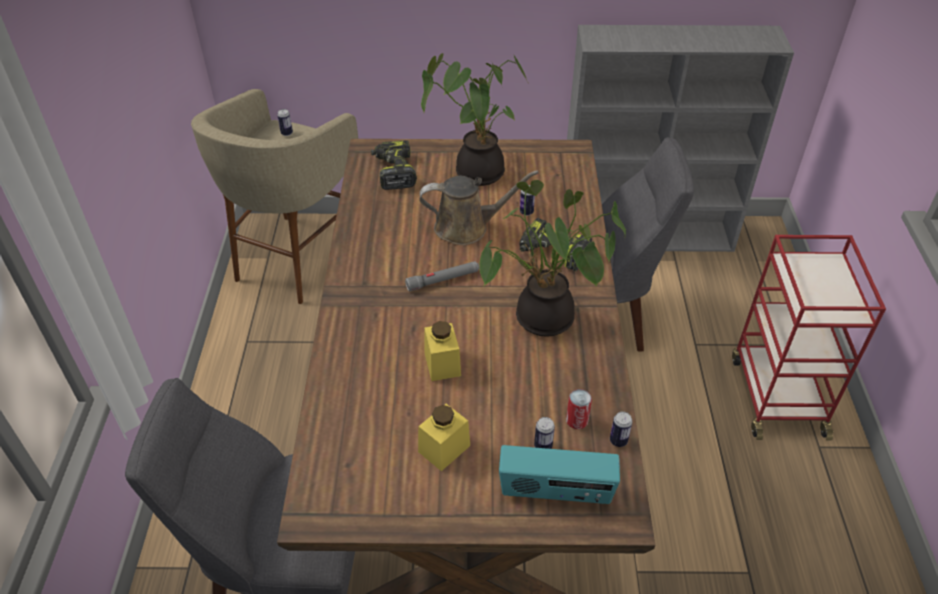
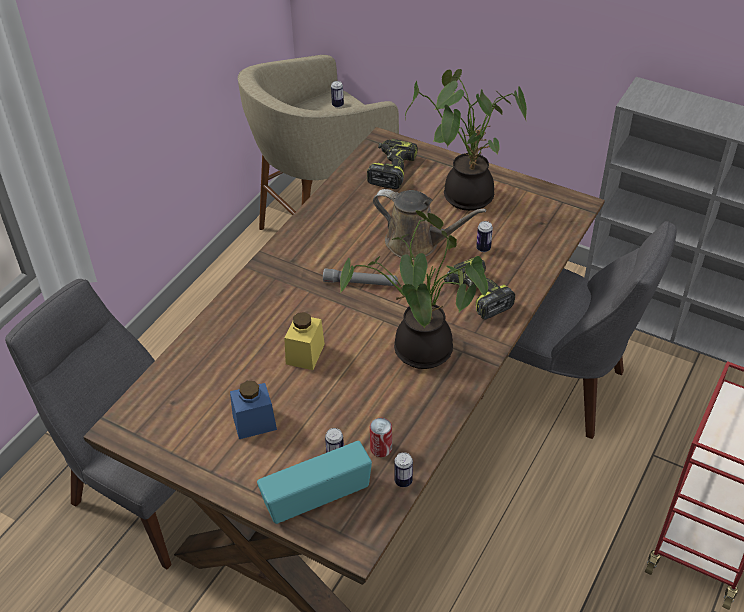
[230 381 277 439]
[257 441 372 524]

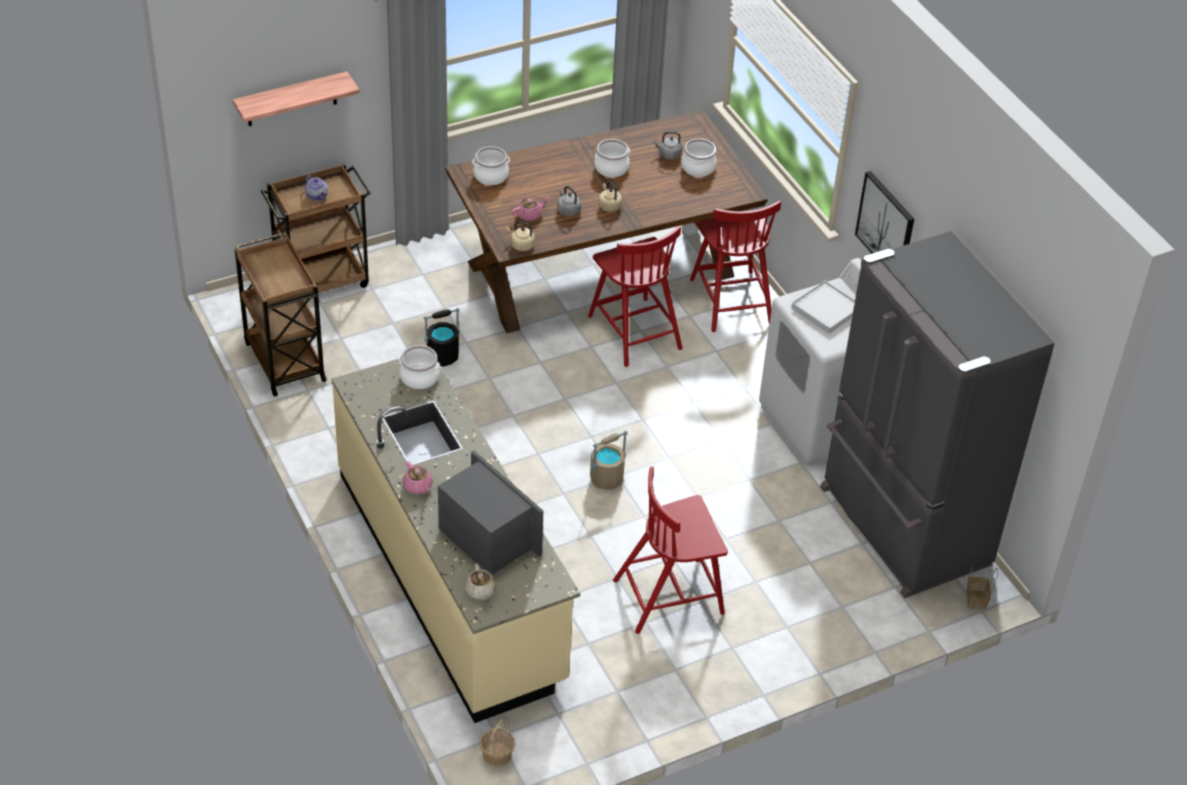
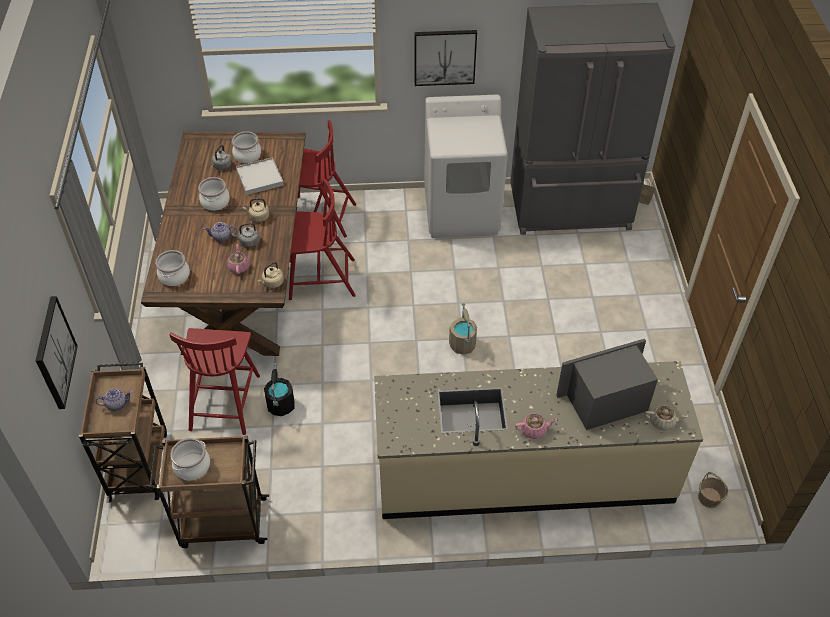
[204 222 237 242]
[170 438 210 480]
[169 328 260 435]
[236 157 284 195]
[35 296 78 409]

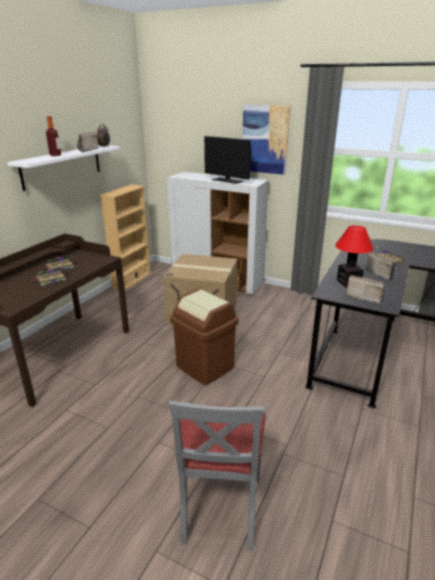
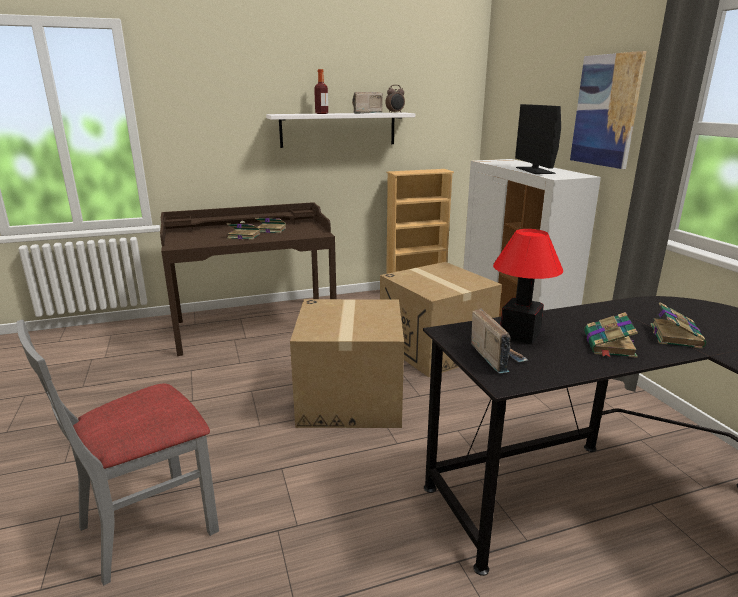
[290 299 404 428]
[584 312 638 358]

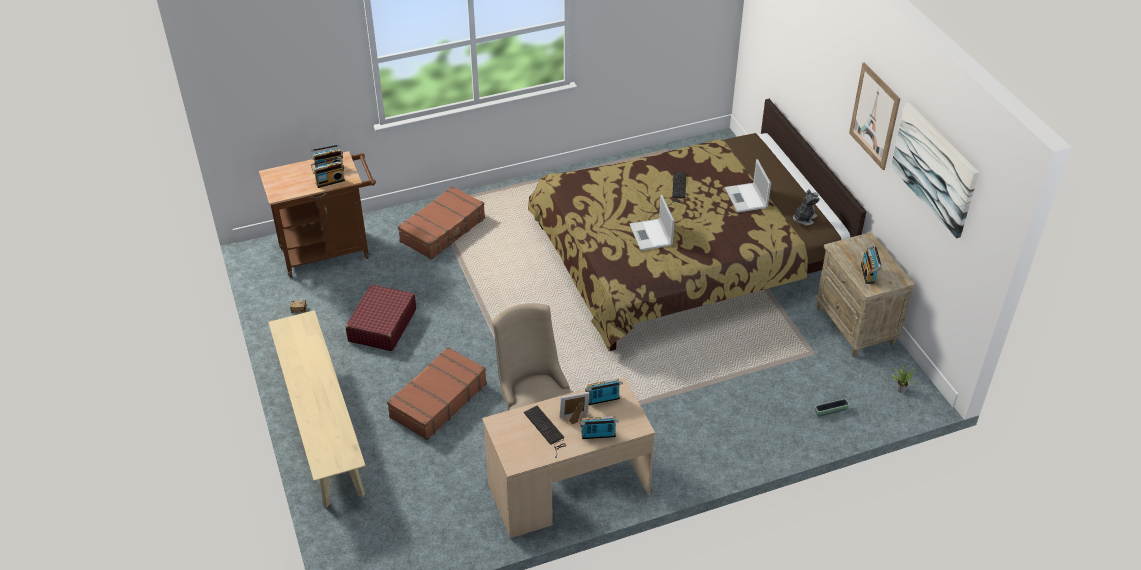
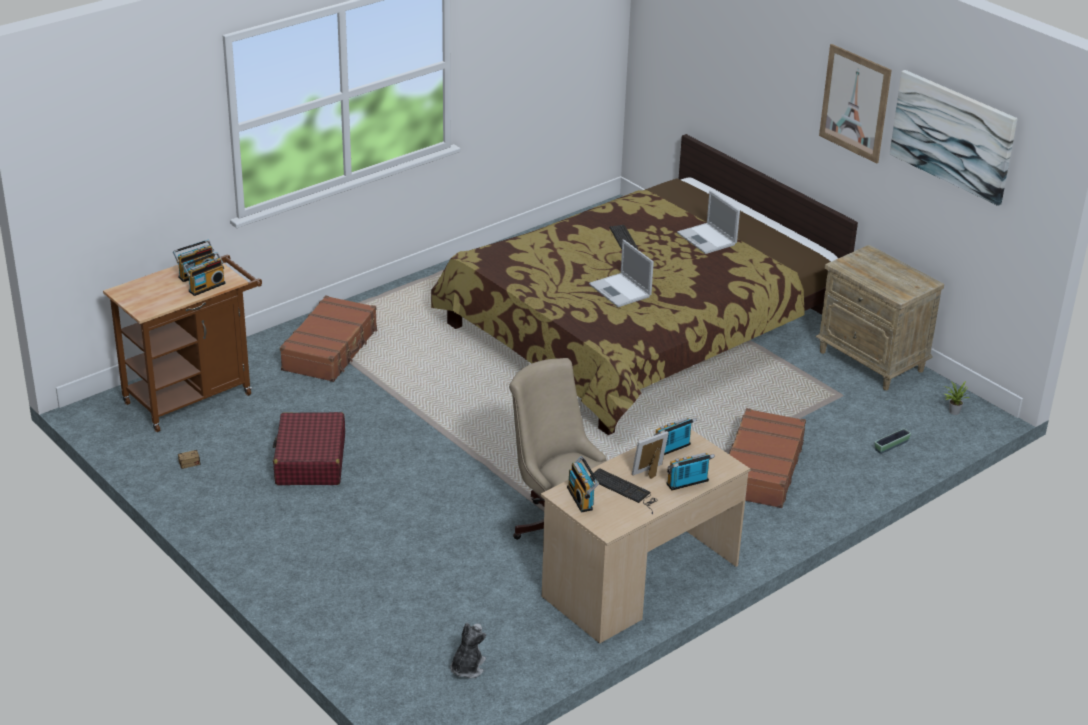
[268 310 366 507] (first image)
[729 408 806 508]
[450 623 486 679]
[567 456 599 513]

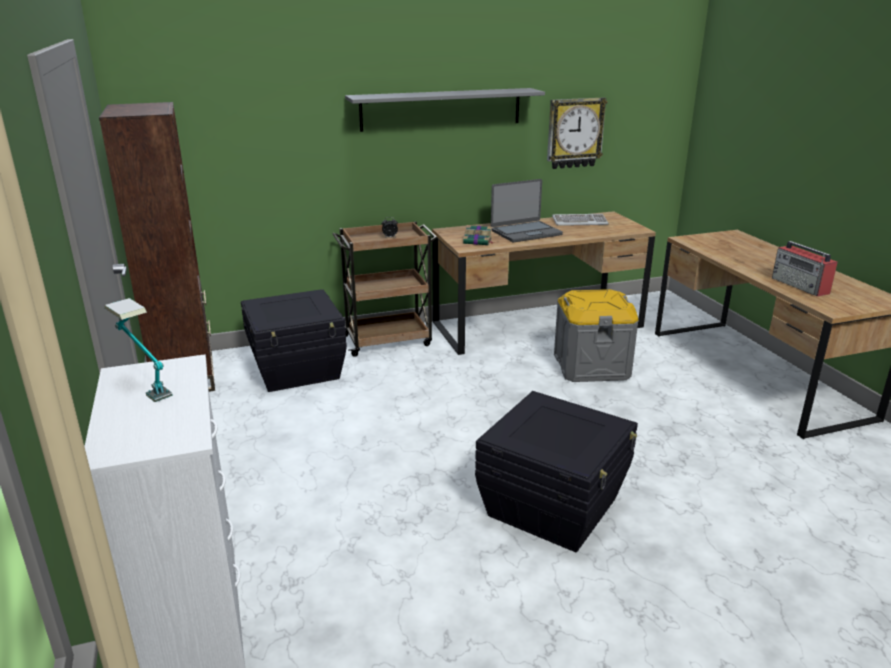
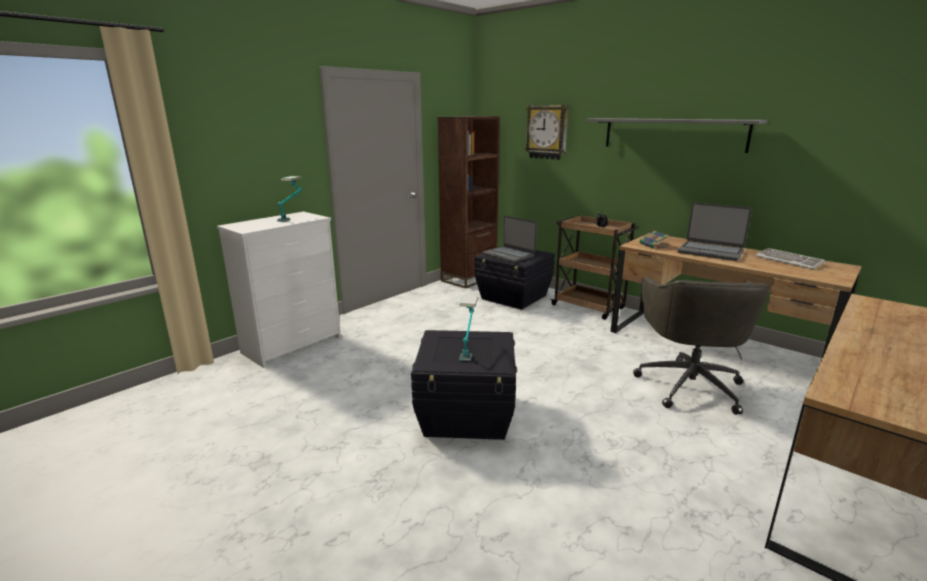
[772 241 838 297] (first image)
[459 296 478 361]
[482 216 537 263]
[525 105 569 160]
[633 277 770 415]

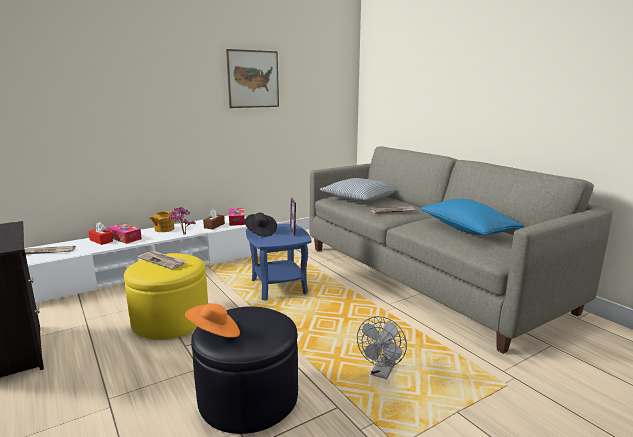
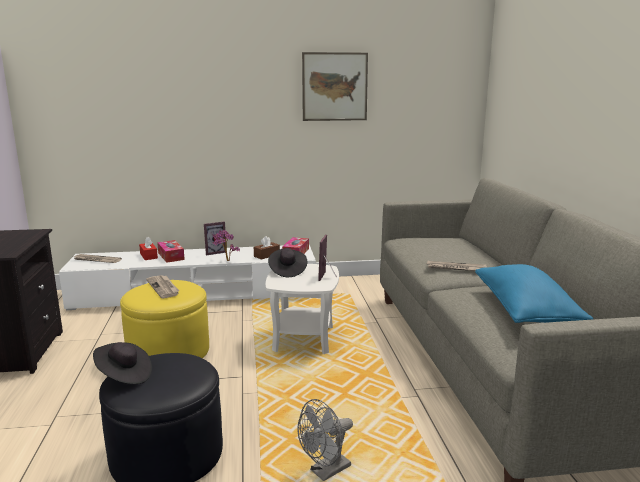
[320 178 397 203] (first image)
[204 221 226 255]
[93 342 152 384]
[266 264 339 354]

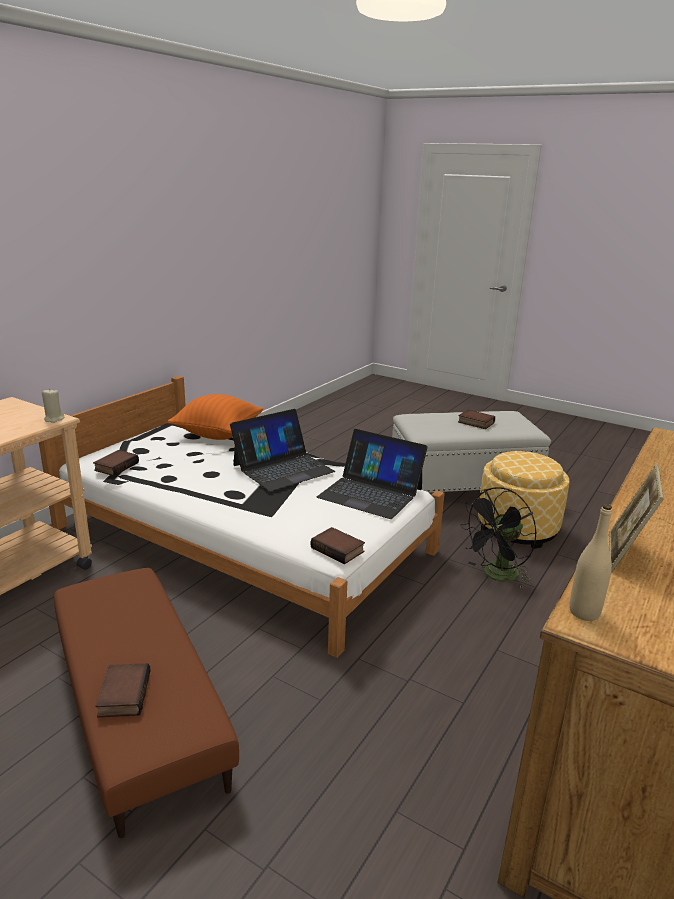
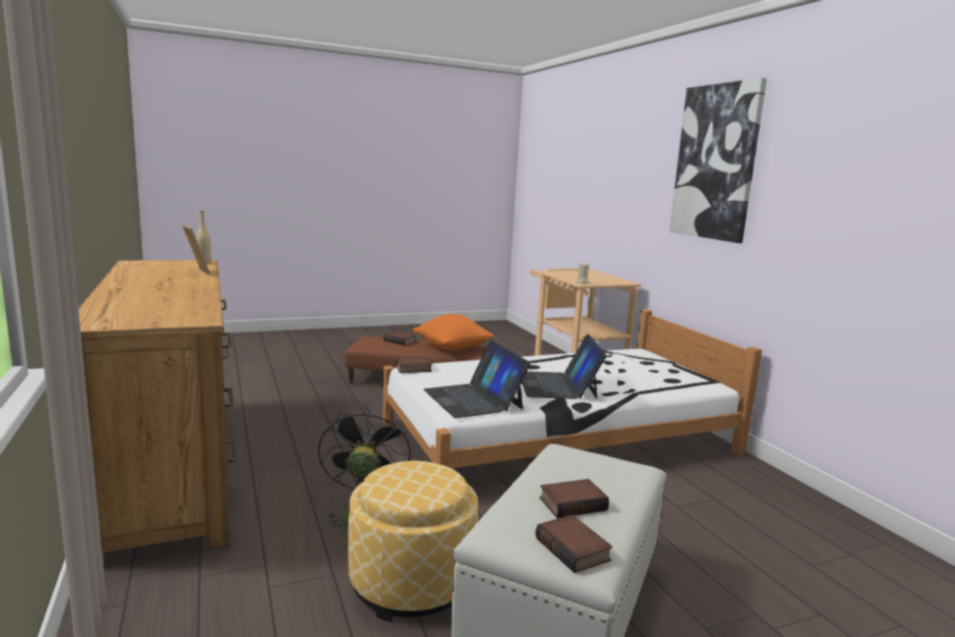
[669 78 767 243]
[535 515 613 573]
[413 314 494 350]
[423 340 530 418]

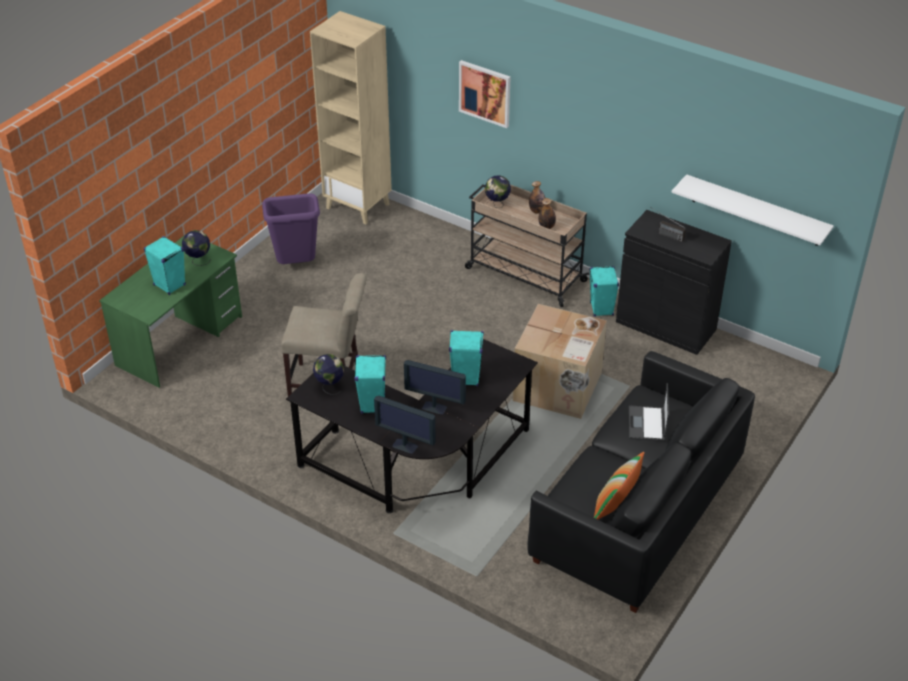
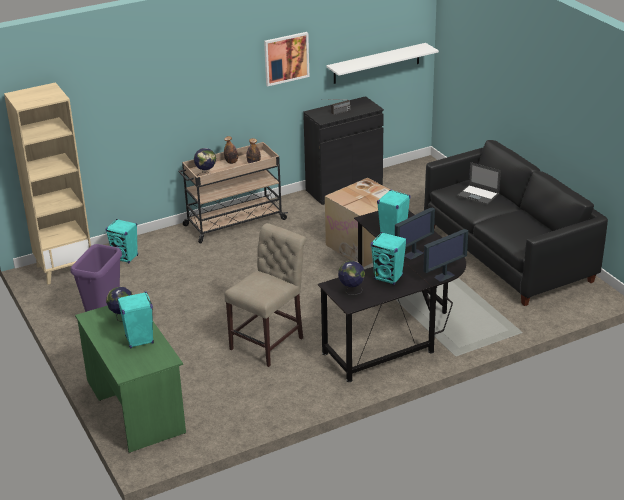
[594 452 644 520] (first image)
[264 32 309 86]
[106 219 138 263]

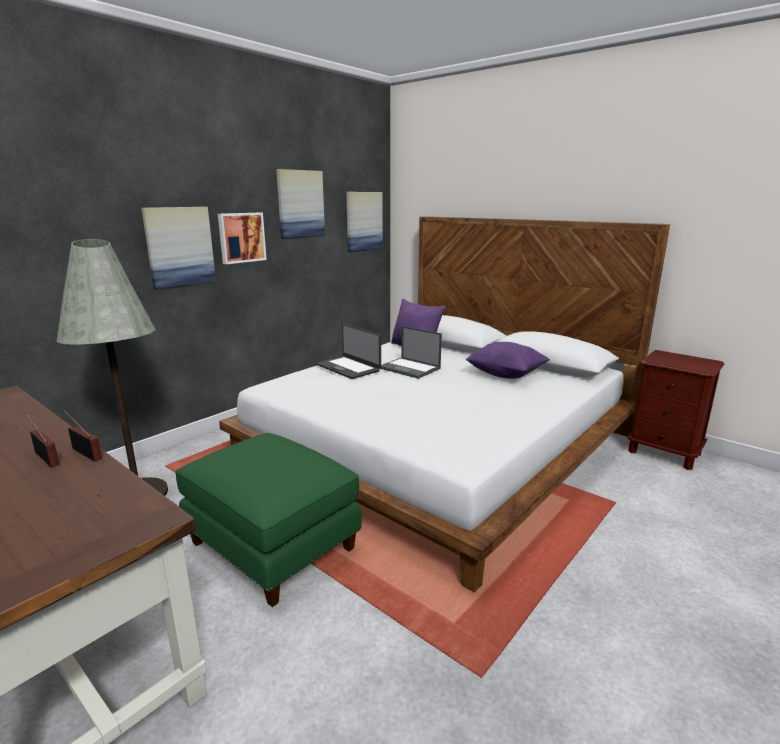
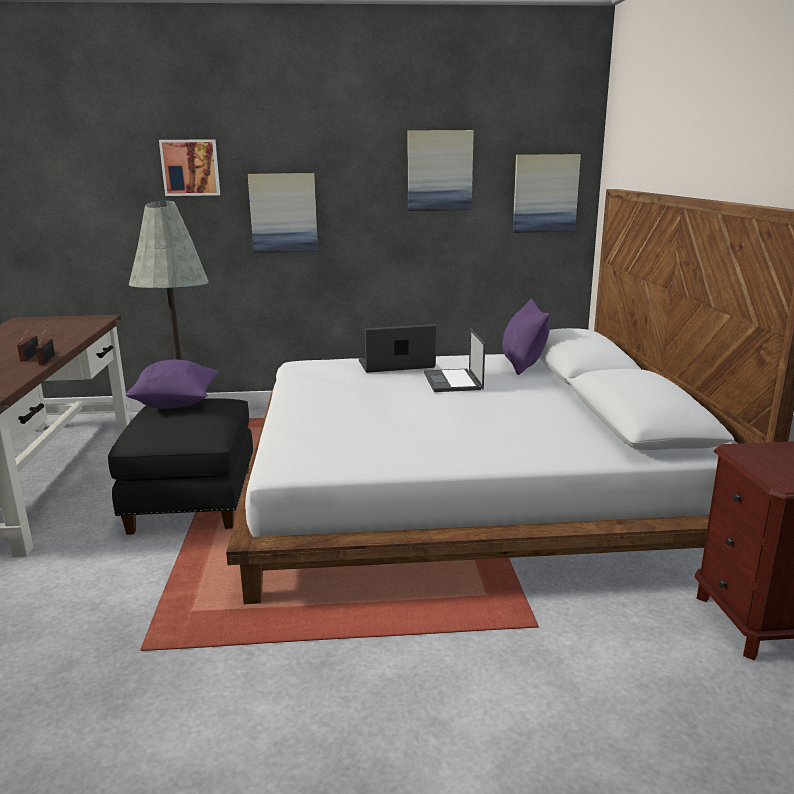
[159 139 220 196]
[126 360 219 409]
[108 398 253 535]
[359 324 436 373]

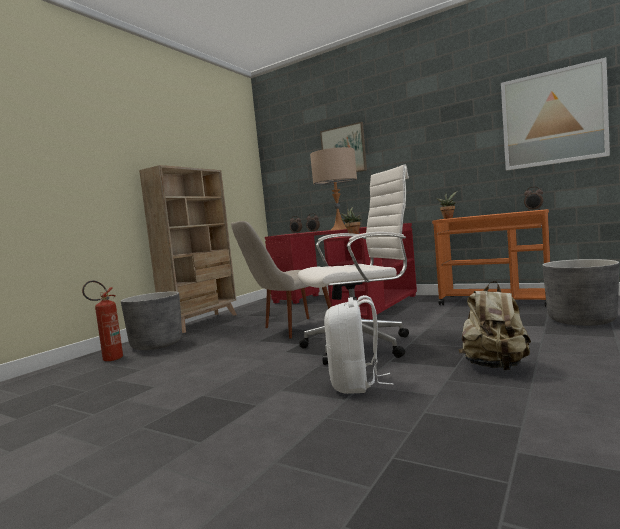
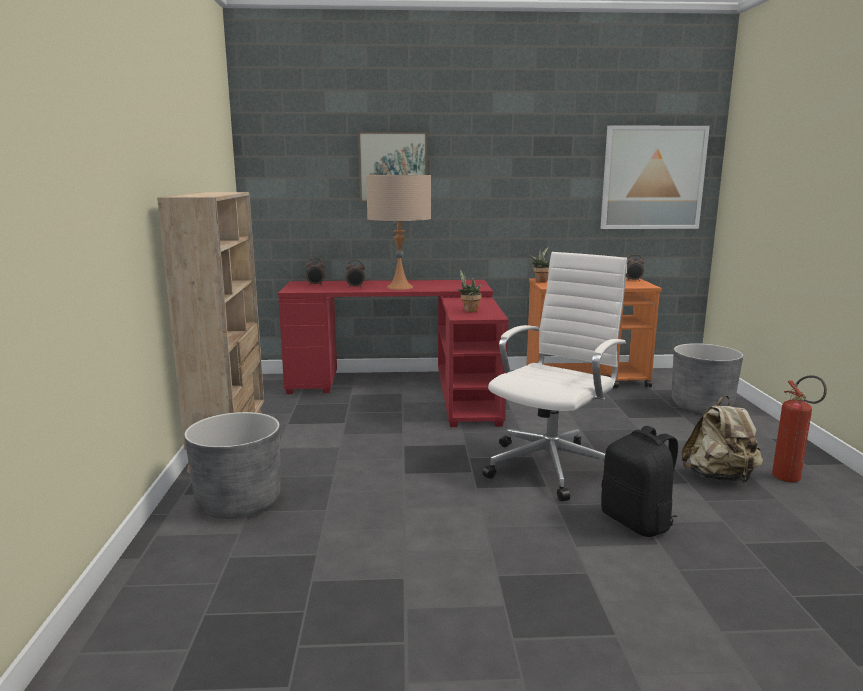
[231 221 332 338] (first image)
[772 375 827 482]
[601 426 678 537]

